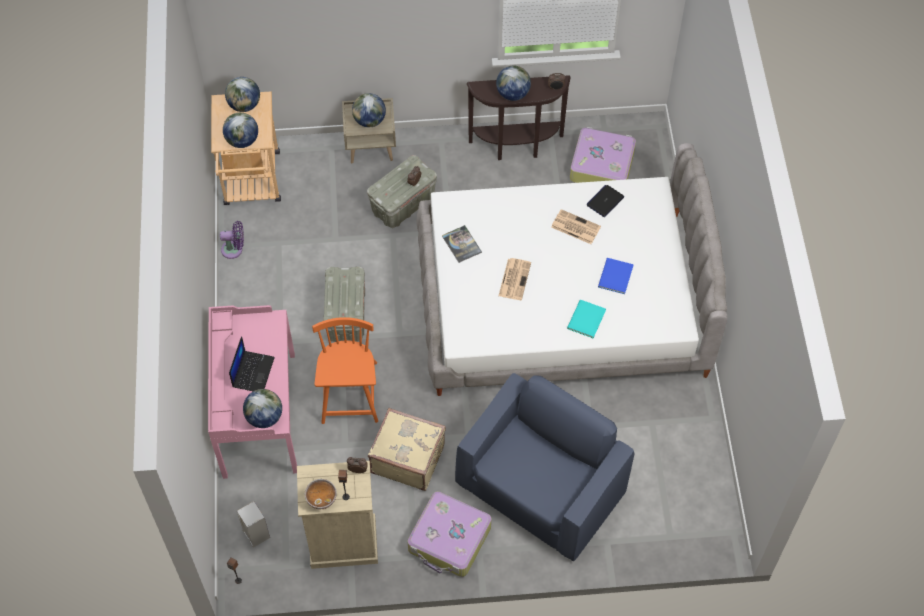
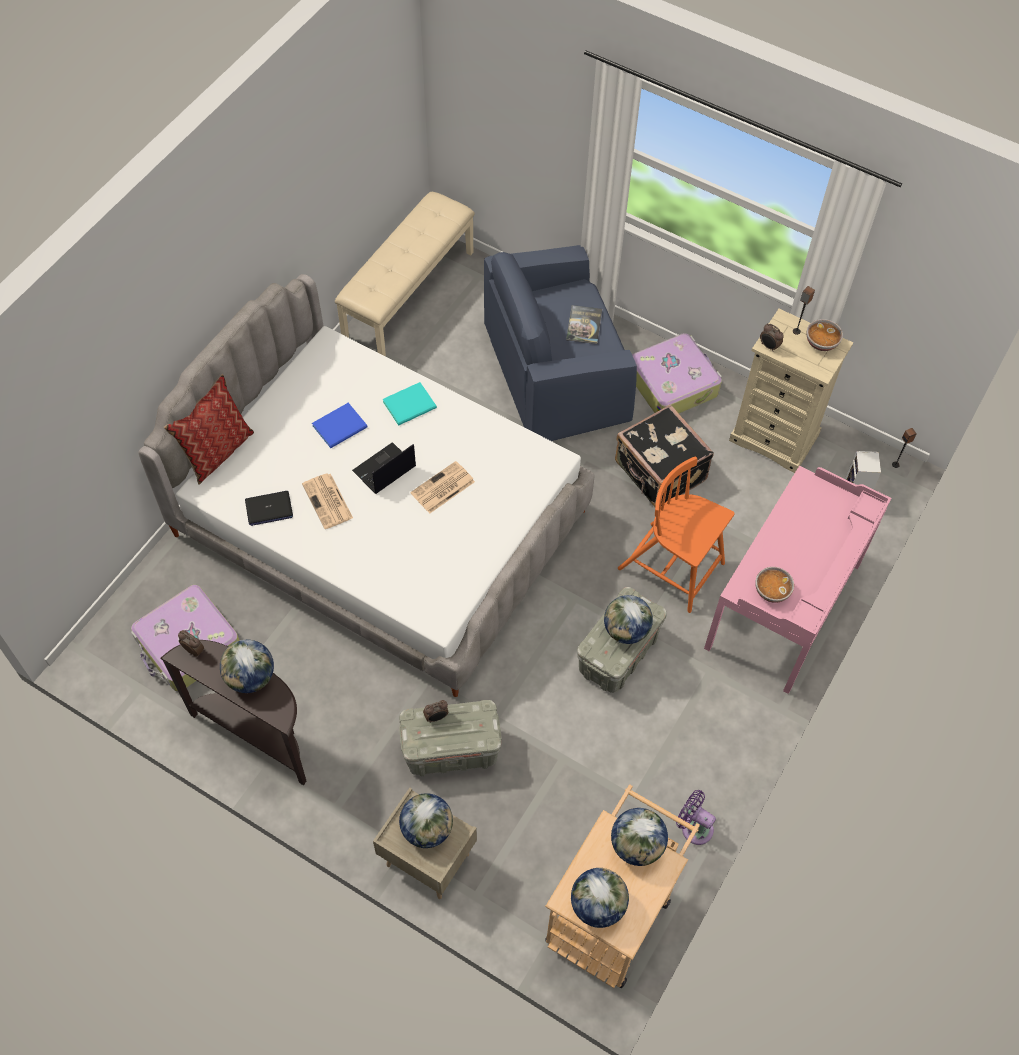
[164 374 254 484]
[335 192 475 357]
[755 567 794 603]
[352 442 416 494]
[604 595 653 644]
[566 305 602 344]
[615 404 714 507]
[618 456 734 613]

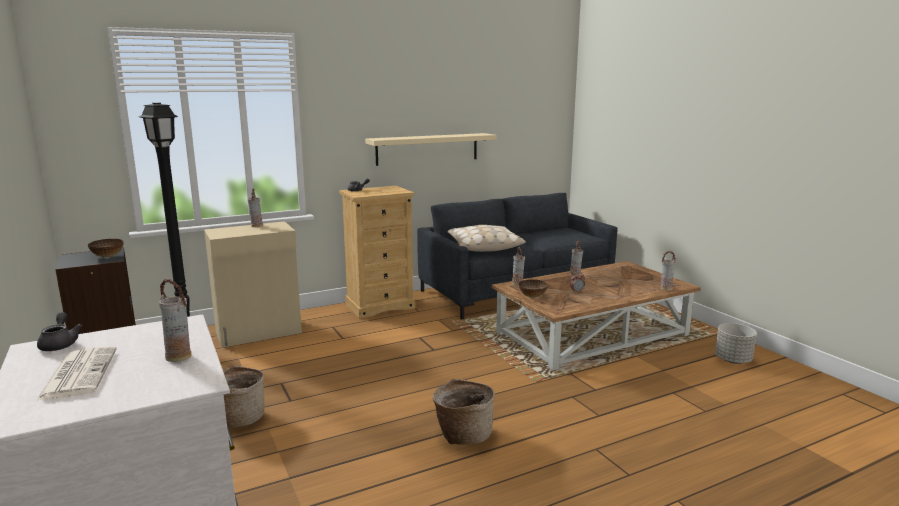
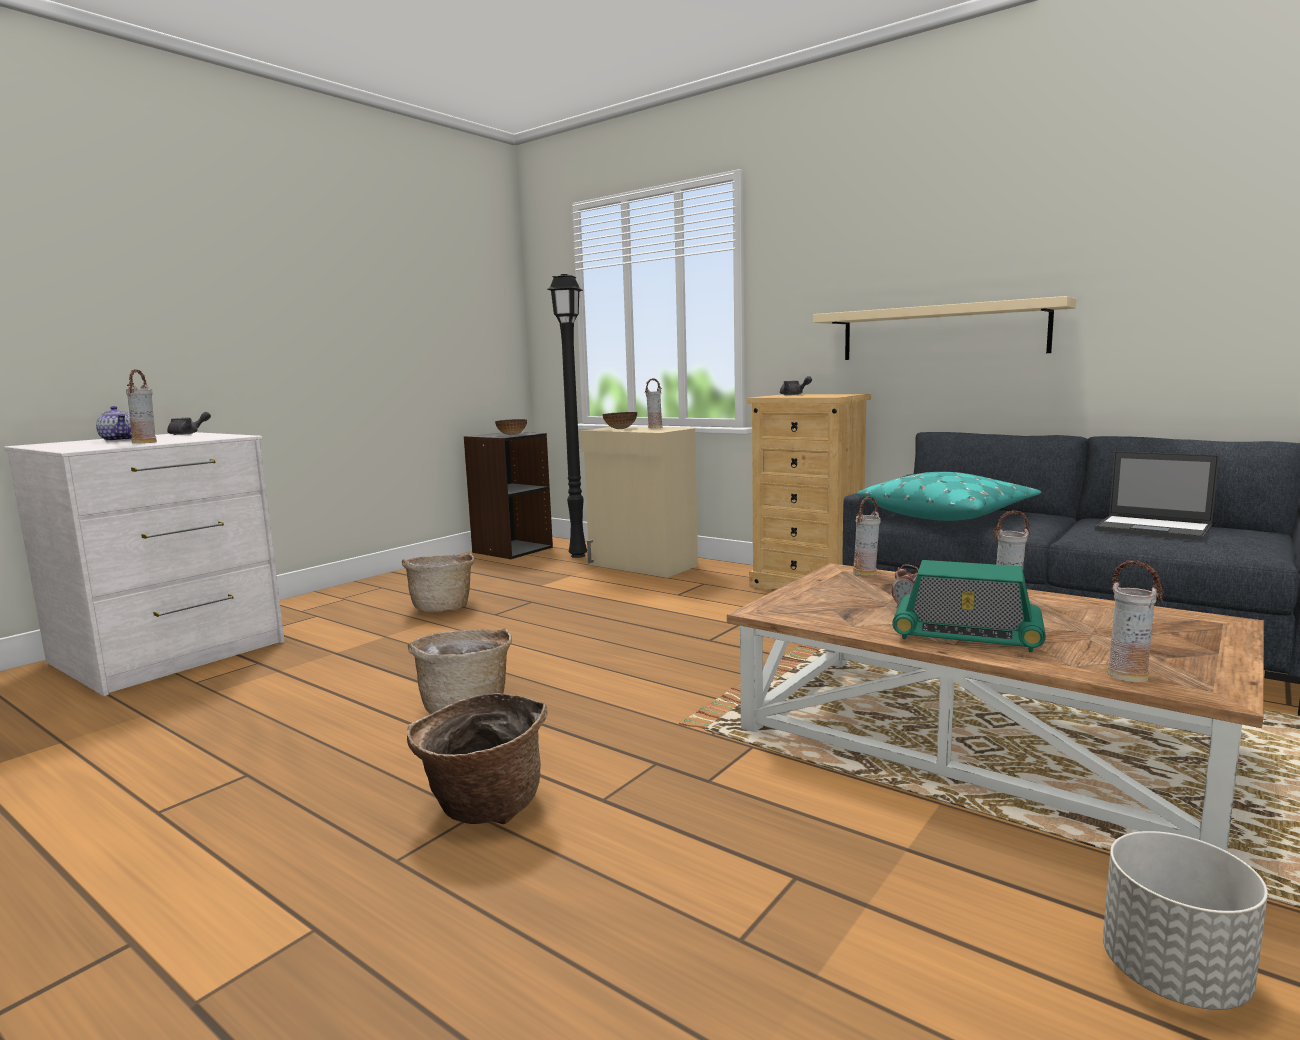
[407 693 548 824]
[892 560 1046 652]
[1095 451 1219 541]
[602 412 637 429]
[96 406 132 441]
[857 472 1041 521]

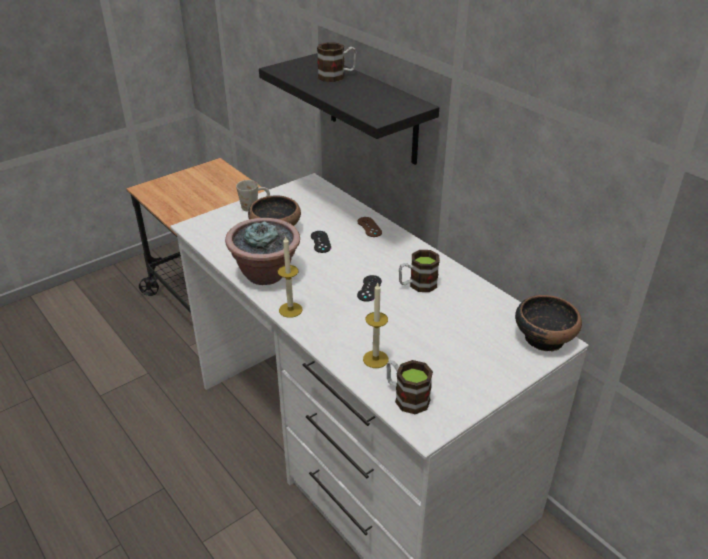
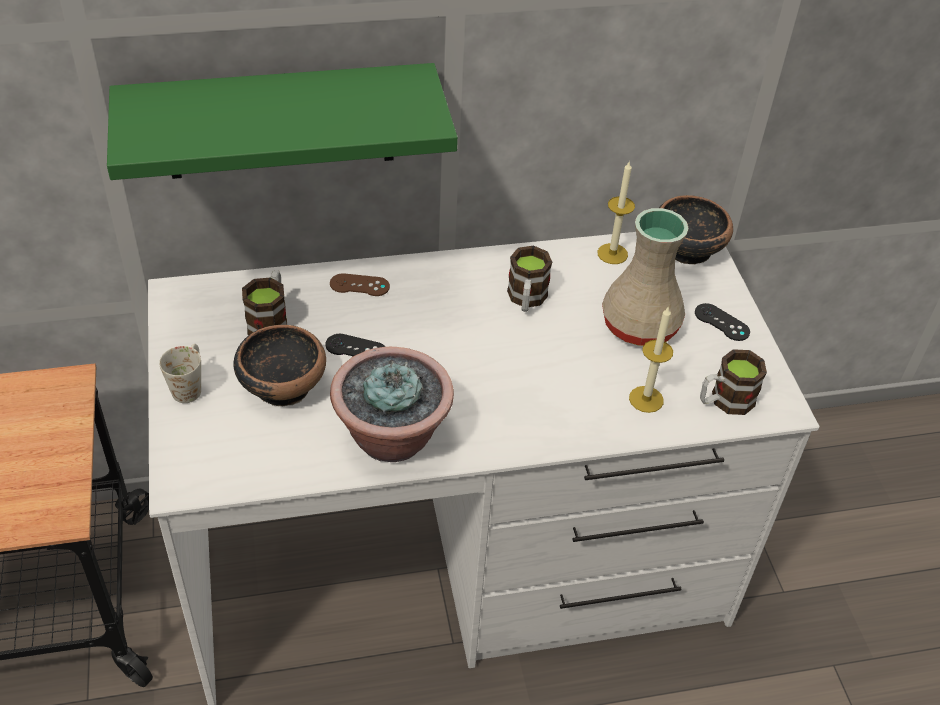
[602 208 689 346]
[597 162 635 264]
[242 270 287 335]
[695 303 750 341]
[107 63 458 180]

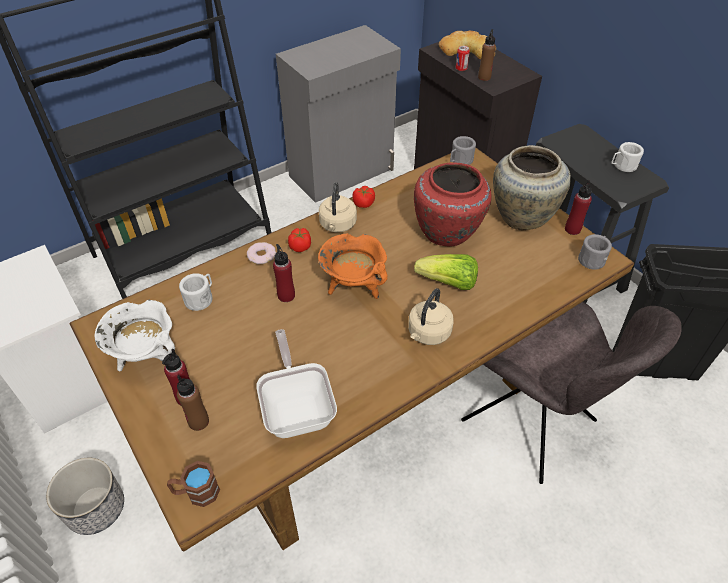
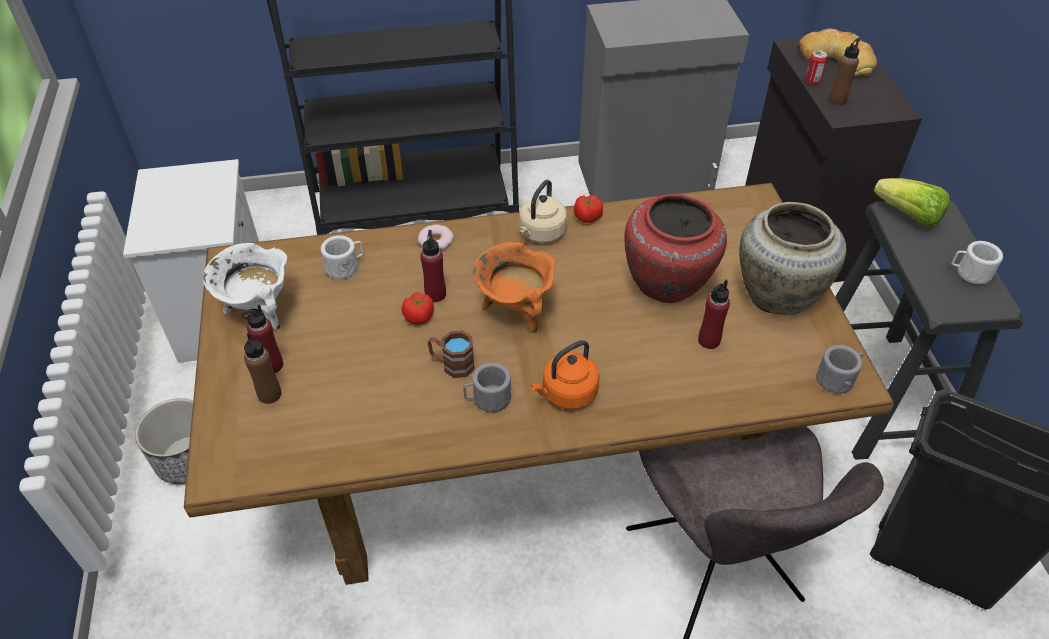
[257 329 337 438] (first image)
[428 330 475 378]
[402 292 434 324]
[874 178 950 227]
[463 363 511 412]
[698 280 730 349]
[531 340 600 409]

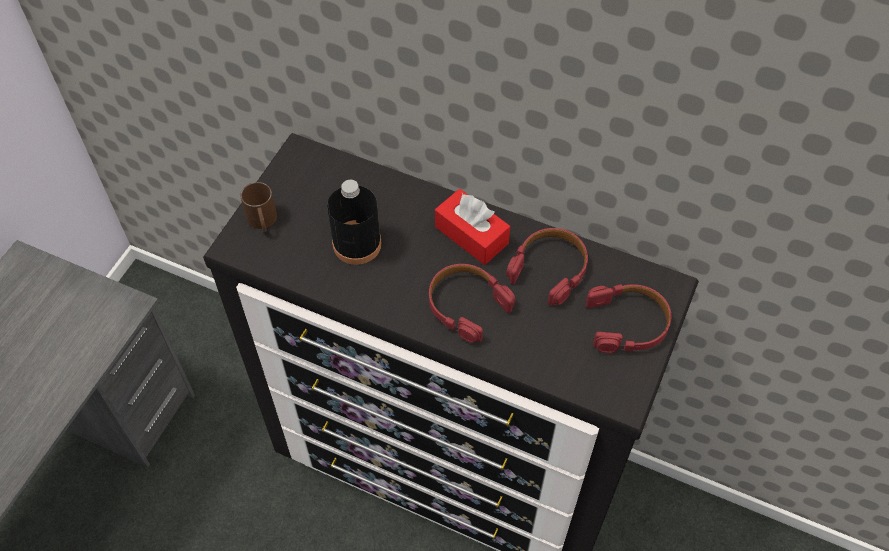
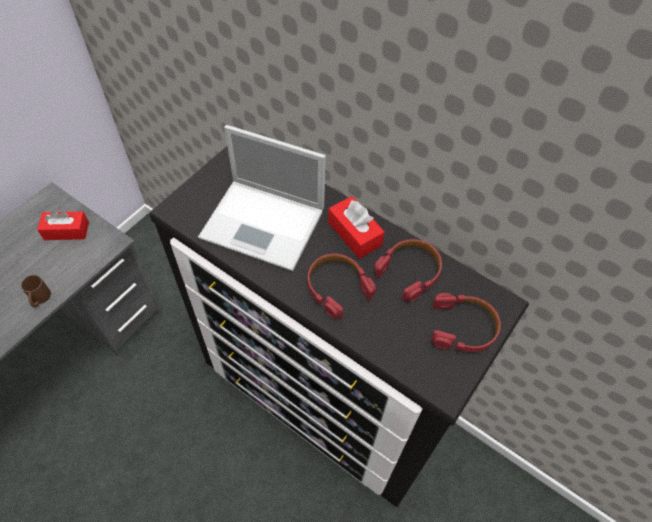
[37 211 89 240]
[21 275 51 308]
[198 125 326 271]

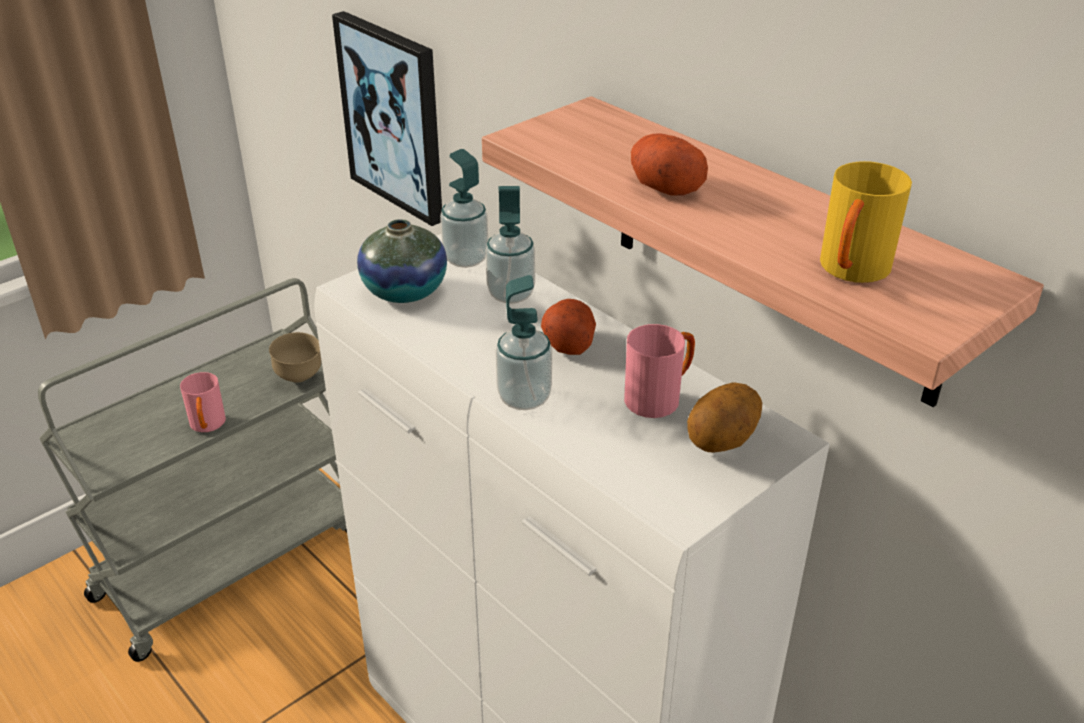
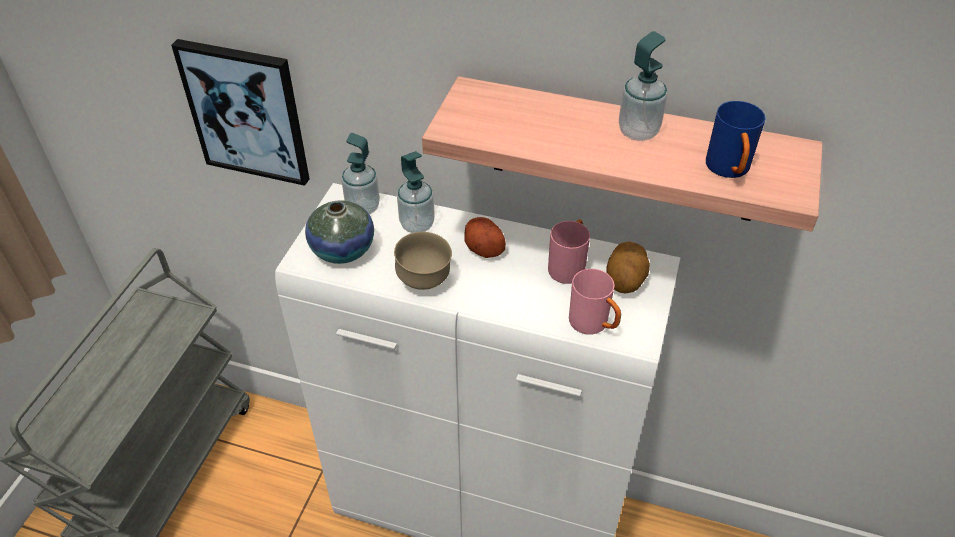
[631 134 708 196] (first image)
[569 269 621 335]
[394 232 452 290]
[619 31 667 141]
[706 101 765 178]

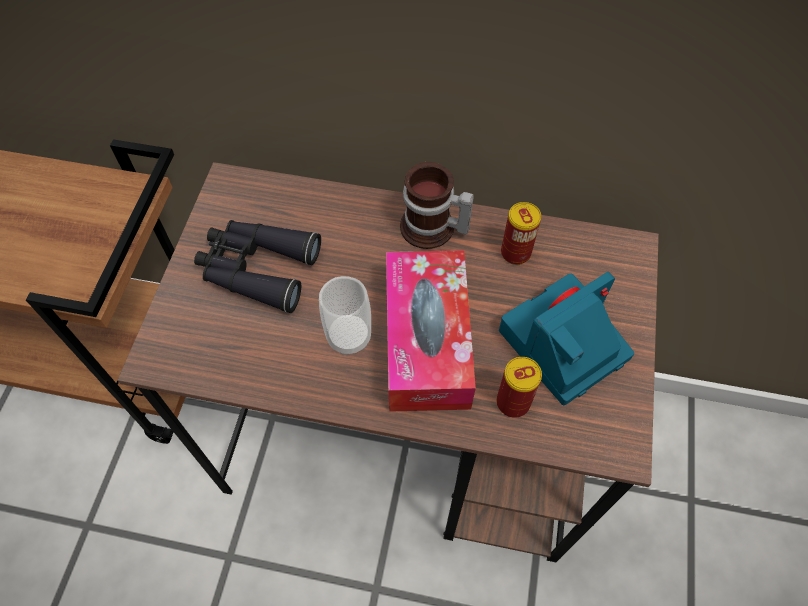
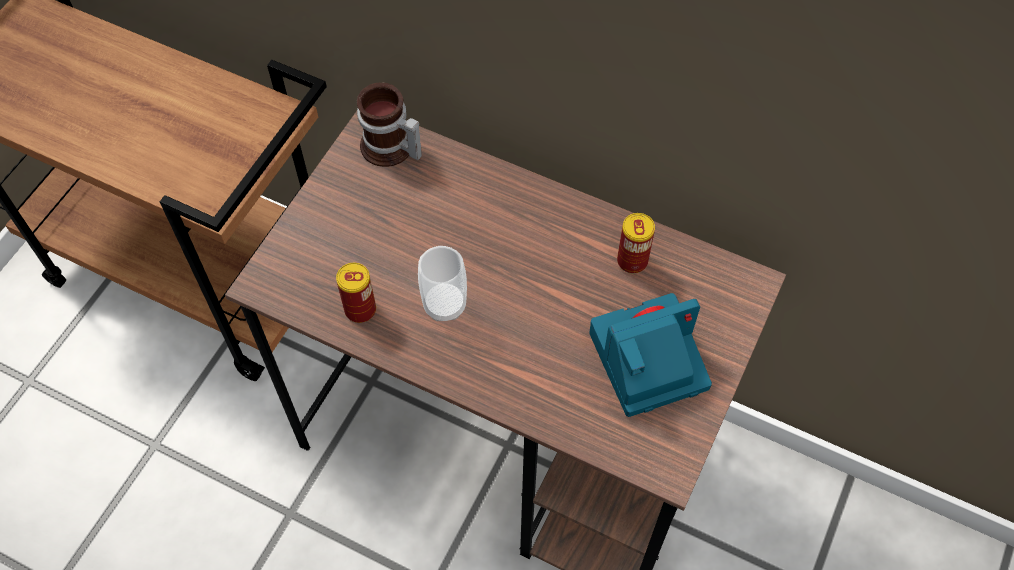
[194 220 321 313] (first image)
[386 250 476 412] (first image)
[357 83 422 167]
[336 263 376 323]

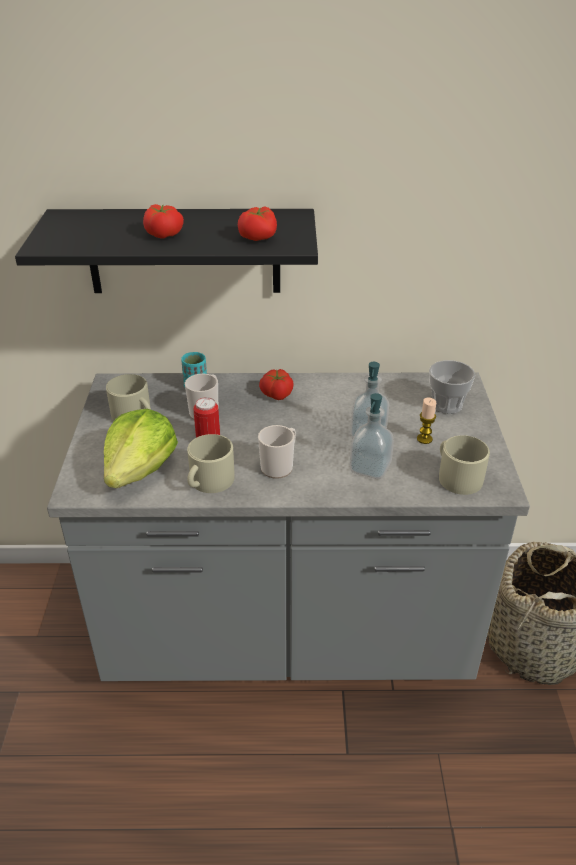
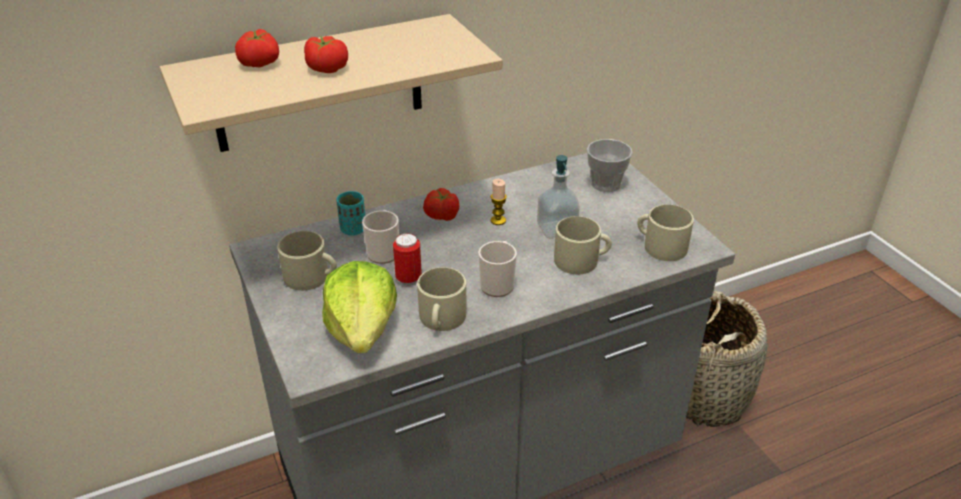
[235 29 279 68]
[491 179 507 225]
[554 216 612 274]
[160 14 503 152]

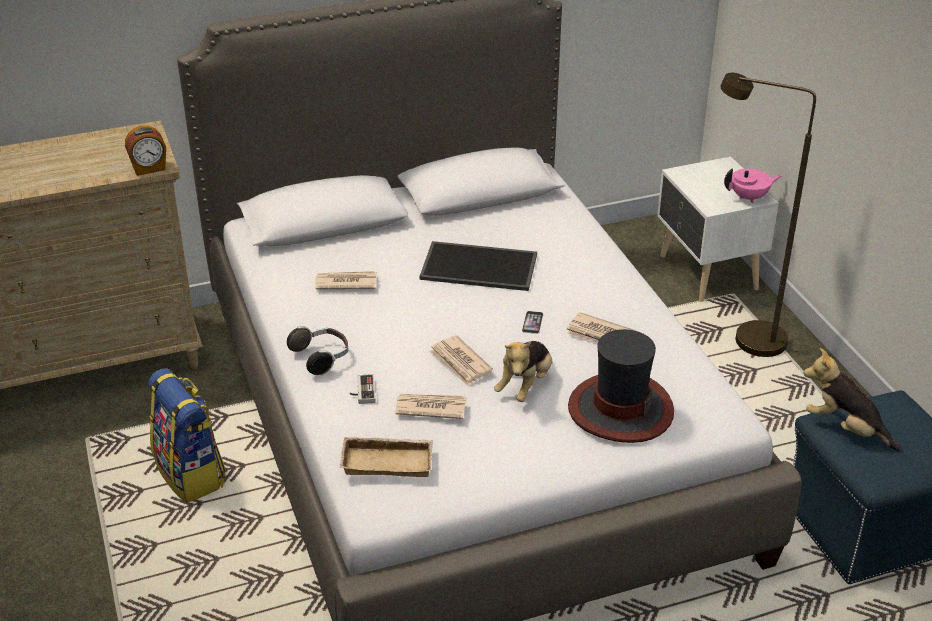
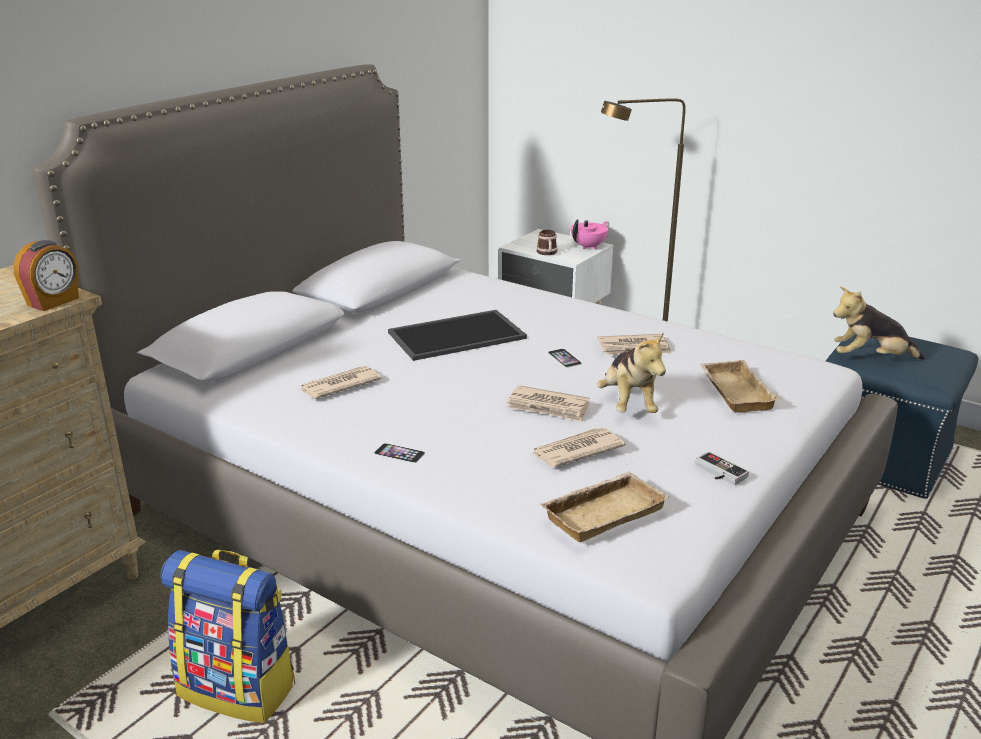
[536 230 558 255]
[696 452 749 485]
[374 443 425 463]
[699 360 780 412]

